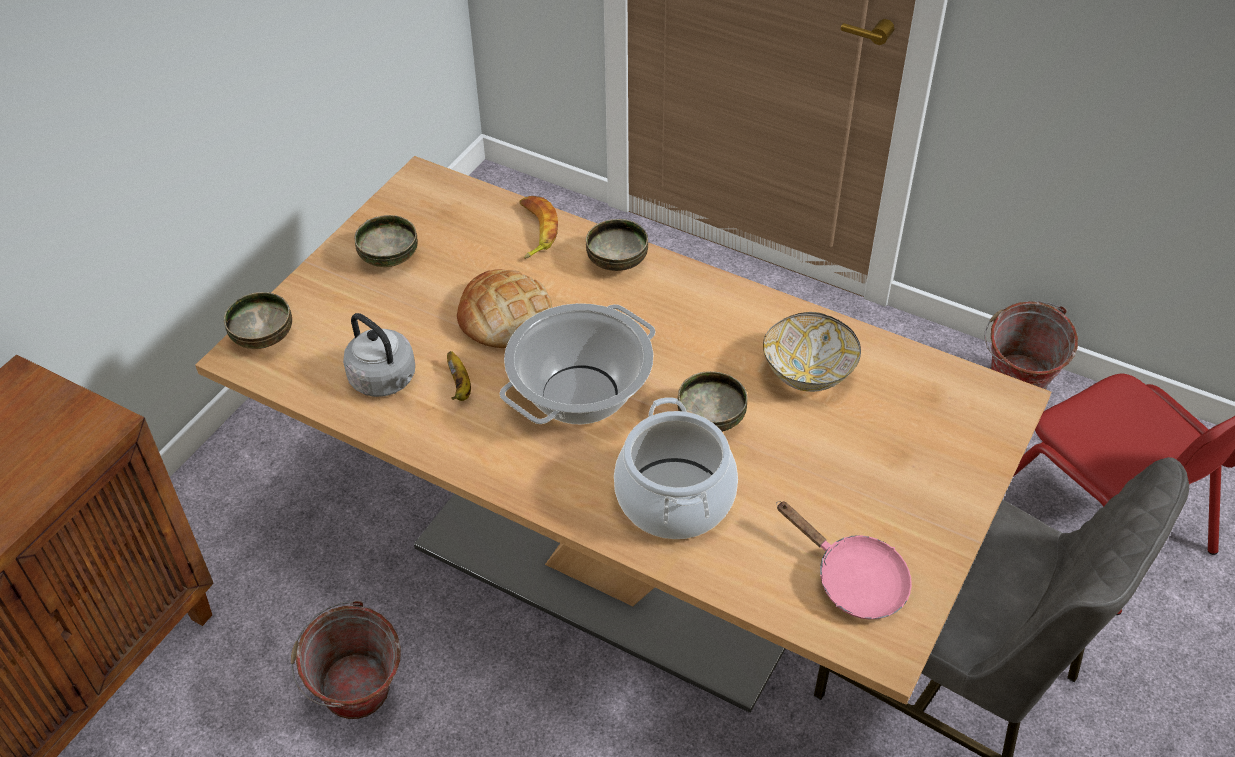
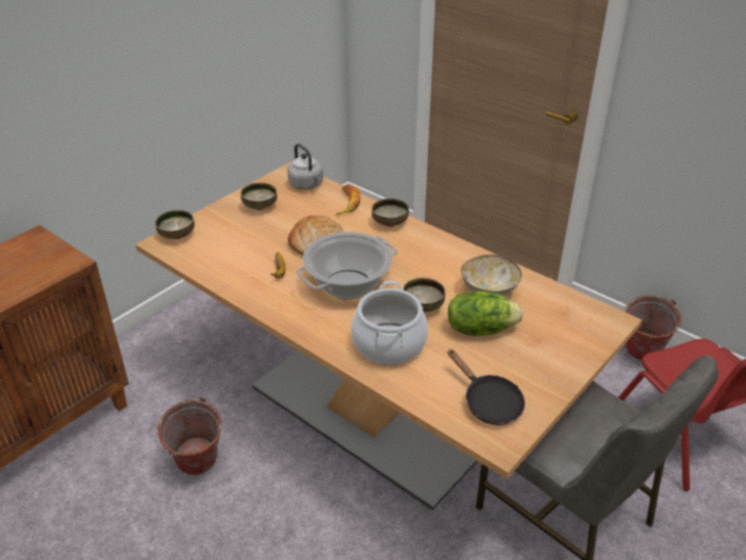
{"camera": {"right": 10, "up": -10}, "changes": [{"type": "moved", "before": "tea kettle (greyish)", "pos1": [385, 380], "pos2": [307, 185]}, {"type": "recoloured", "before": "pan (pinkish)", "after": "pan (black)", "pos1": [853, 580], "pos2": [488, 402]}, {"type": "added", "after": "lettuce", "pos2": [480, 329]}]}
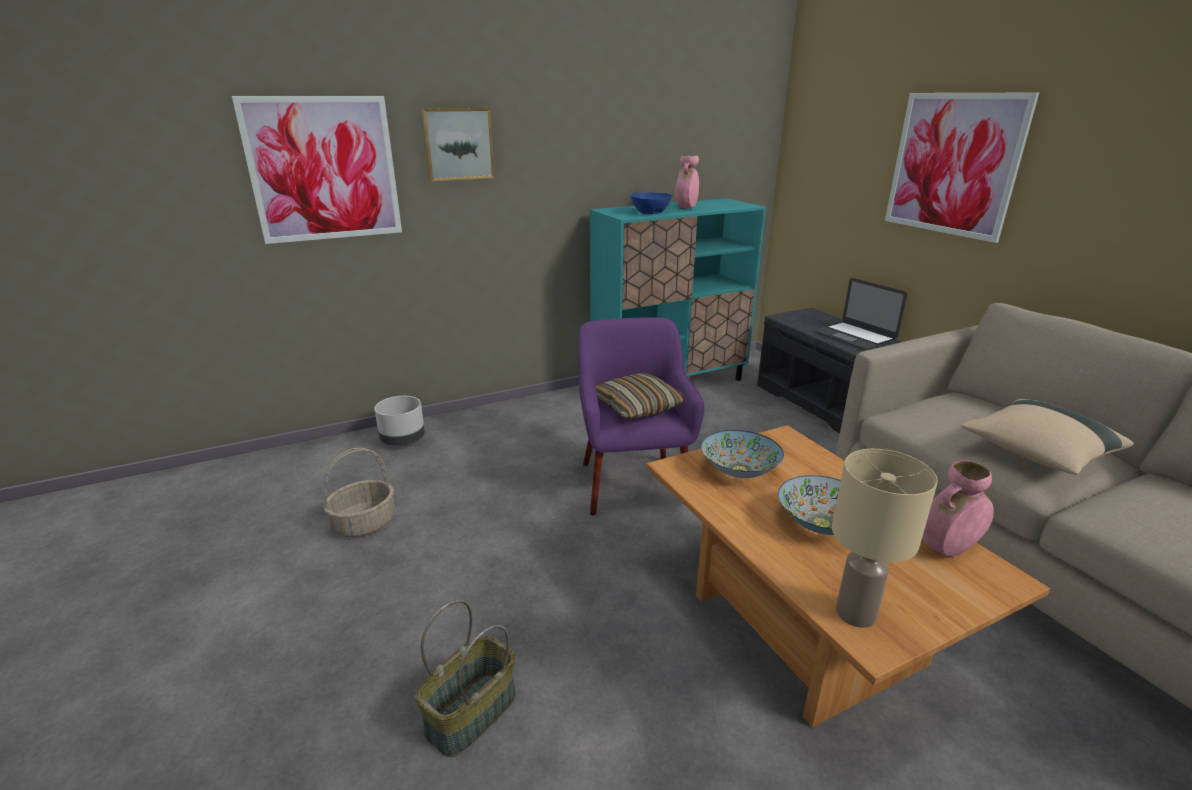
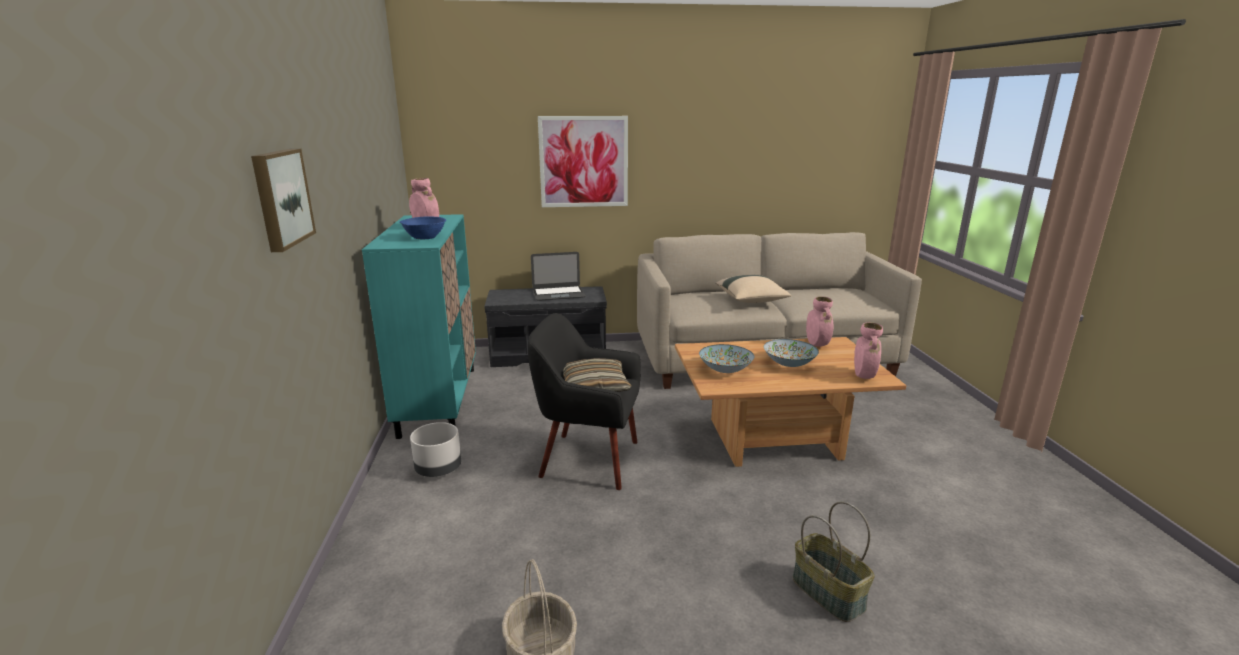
{"camera": {"right": -70, "up": -5}, "changes": [{"type": "removed", "before": "wall art", "pos1": [324, 169]}, {"type": "moved", "before": "flower pot (greyish)", "pos1": [403, 440], "pos2": [438, 469]}, {"type": "recoloured", "before": "lounge chair (purple-coloured)", "after": "lounge chair (black)", "pos1": [632, 483], "pos2": [588, 459]}, {"type": "replaced", "before": "table lamp (beige-coloured)", "after": "flower vase (pinkish)", "pos1": [856, 612], "pos2": [863, 376]}]}
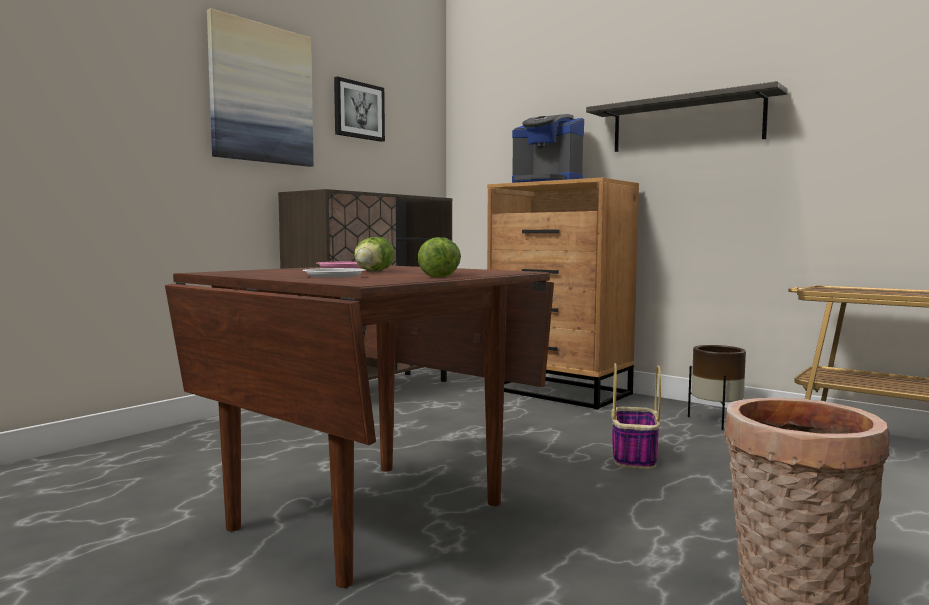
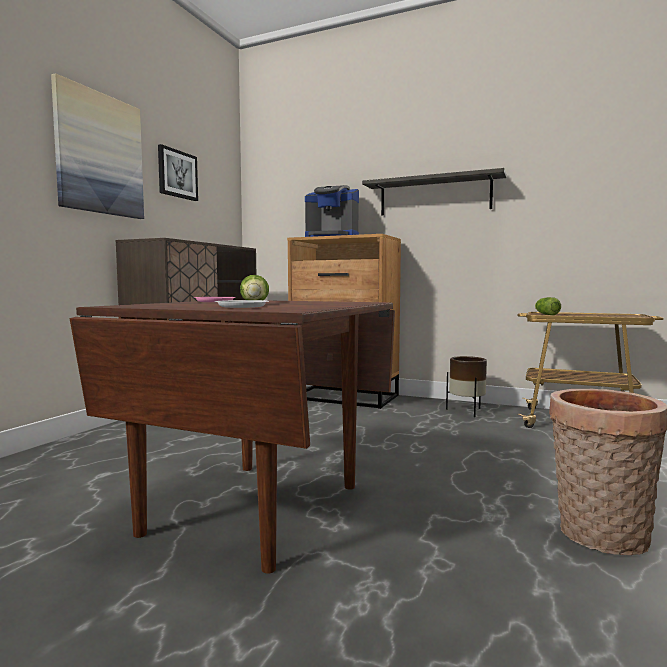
{"camera": {"right": -15, "up": 0}, "changes": [{"type": "moved", "before": "lettuce", "pos1": [442, 276], "pos2": [546, 314]}, {"type": "removed", "before": "household basket", "pos1": [633, 456]}]}
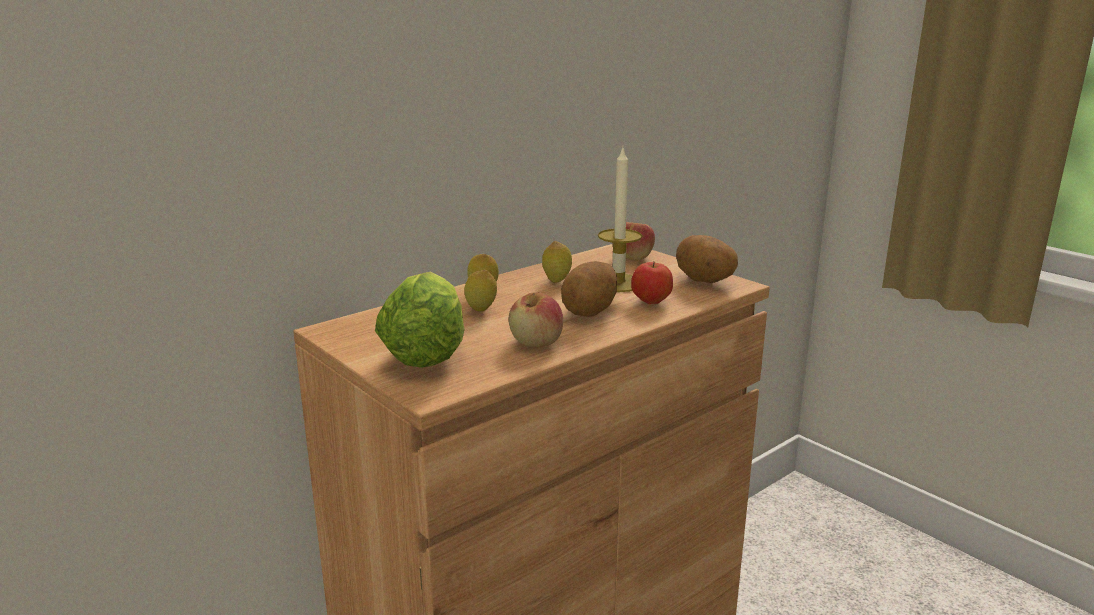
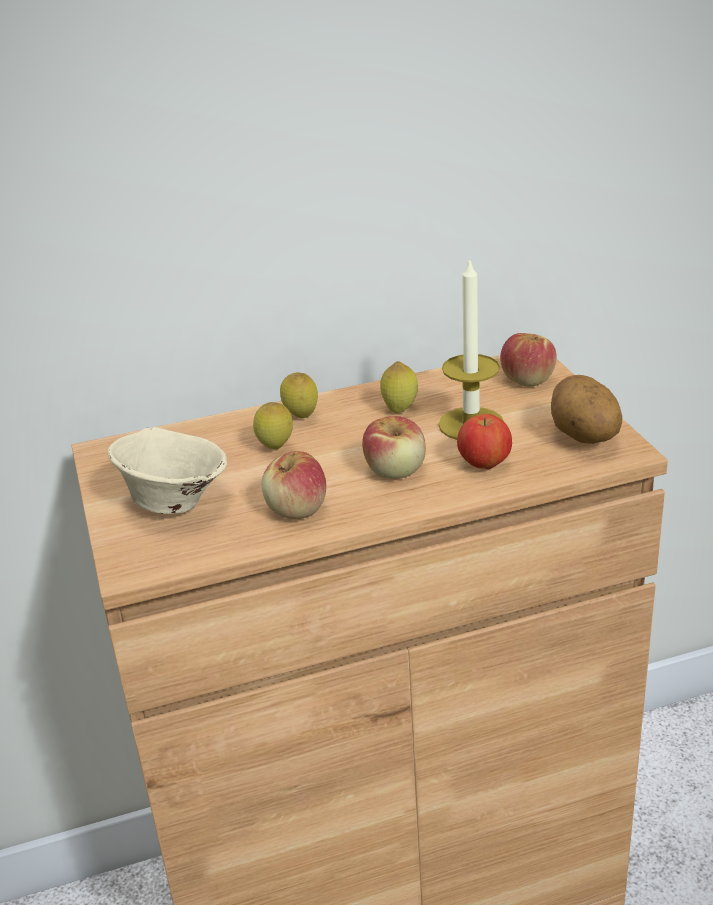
{"camera": {"right": 25, "up": 10}, "changes": [{"type": "replaced", "before": "lettuce", "after": "bowl (beige-coloured)", "pos1": [427, 351], "pos2": [174, 502]}, {"type": "replaced", "before": "whole potato", "after": "whole apple", "pos1": [590, 312], "pos2": [396, 470]}]}
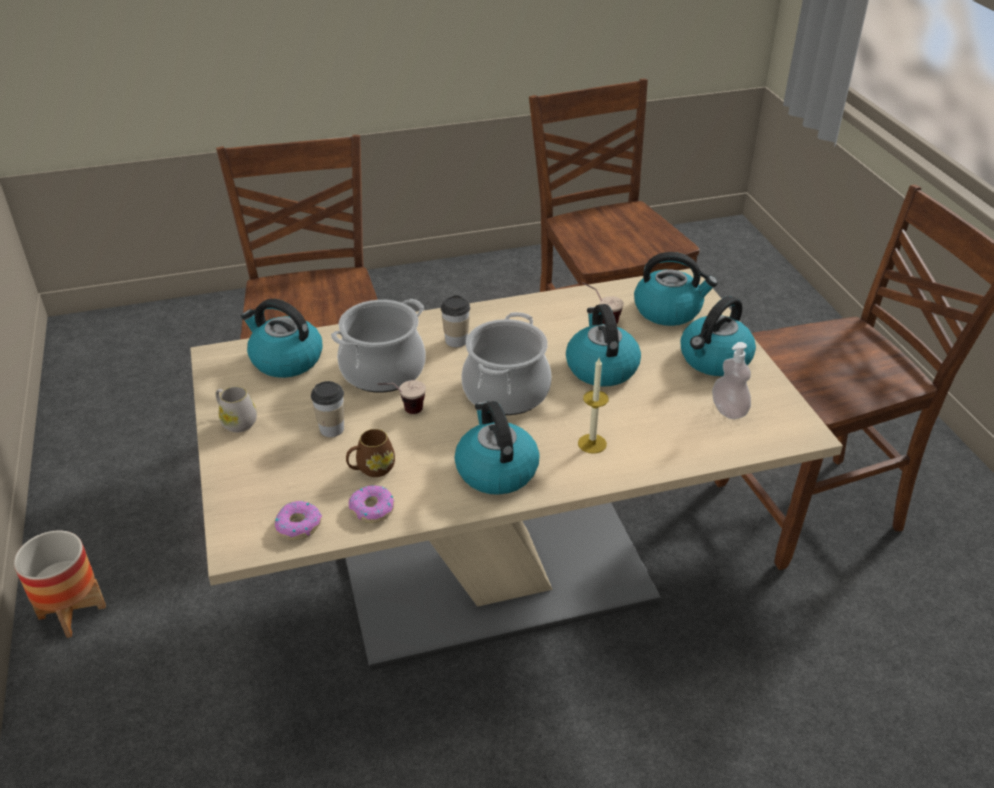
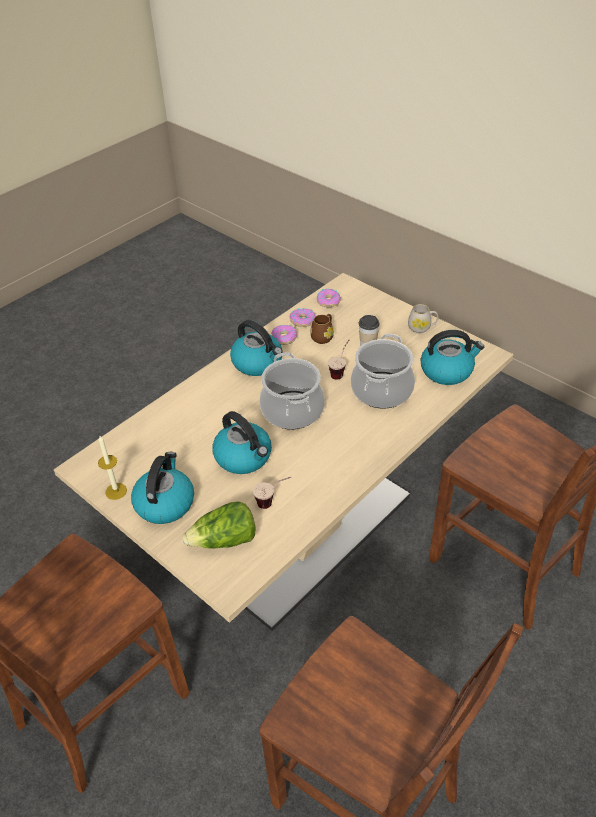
{"camera": {"right": 150, "up": 5}, "changes": [{"type": "removed", "before": "flower pot", "pos1": [72, 612]}, {"type": "removed", "before": "cup", "pos1": [456, 341]}, {"type": "moved", "before": "candle", "pos1": [592, 443], "pos2": [116, 491]}, {"type": "replaced", "before": "tea kettle", "after": "lettuce", "pos1": [668, 310], "pos2": [224, 540]}, {"type": "removed", "before": "liquid soap bottle", "pos1": [728, 410]}, {"type": "added", "after": "donut", "pos2": [284, 338]}]}
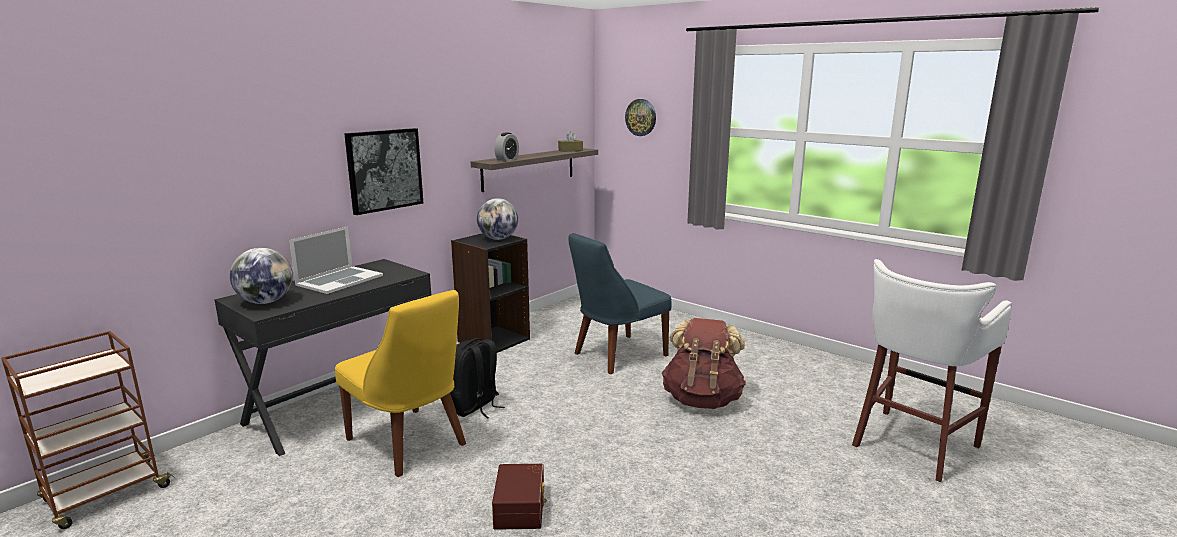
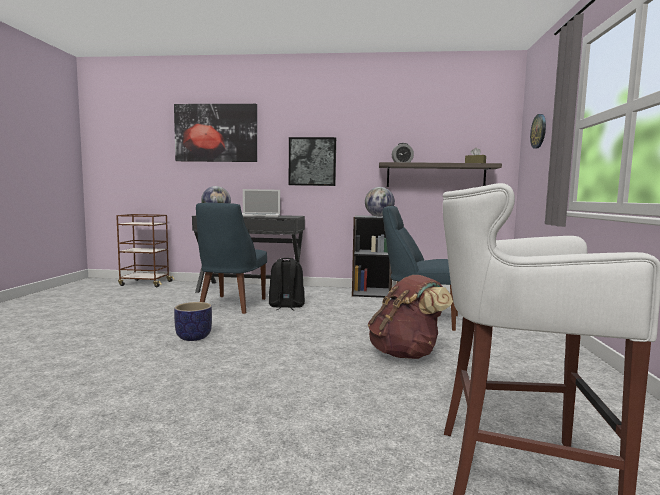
{"camera": {"right": 55, "up": -10}, "changes": [{"type": "recoloured", "before": "chair (yellow)", "after": "chair (bluish)", "pos1": [409, 443], "pos2": [231, 305]}, {"type": "replaced", "before": "storage bin (brown-coloured)", "after": "flower pot", "pos1": [521, 507], "pos2": [194, 337]}, {"type": "added", "after": "wall art", "pos2": [216, 133]}]}
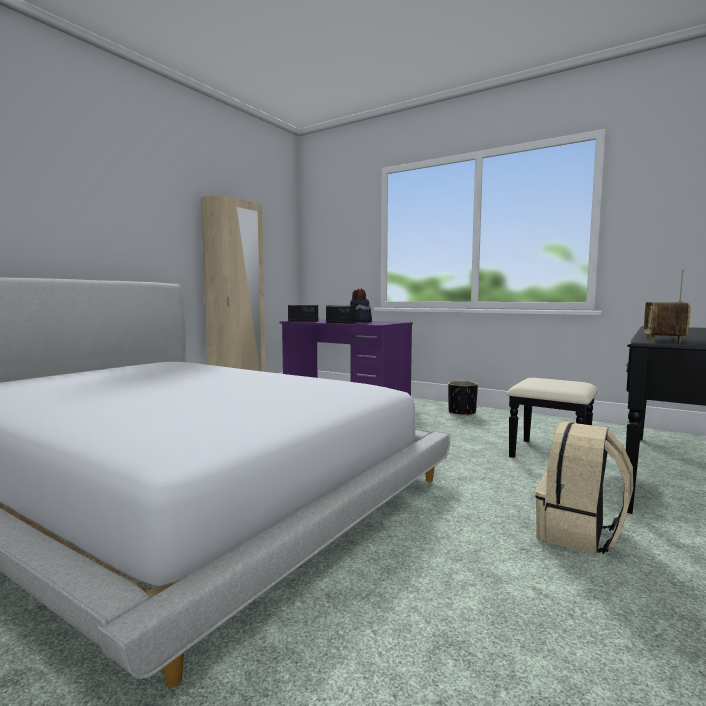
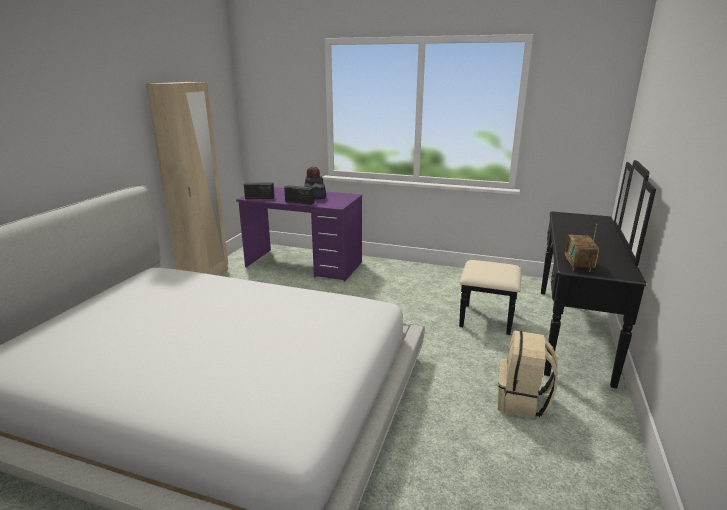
{"camera": {"right": -15, "up": 15}, "changes": [{"type": "removed", "before": "flower pot (black)", "pos1": [462, 412]}]}
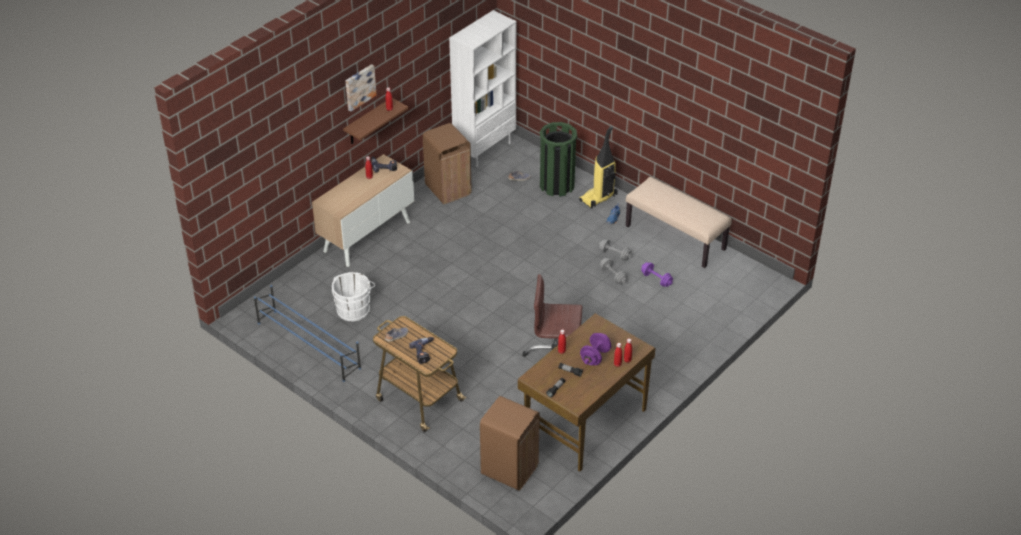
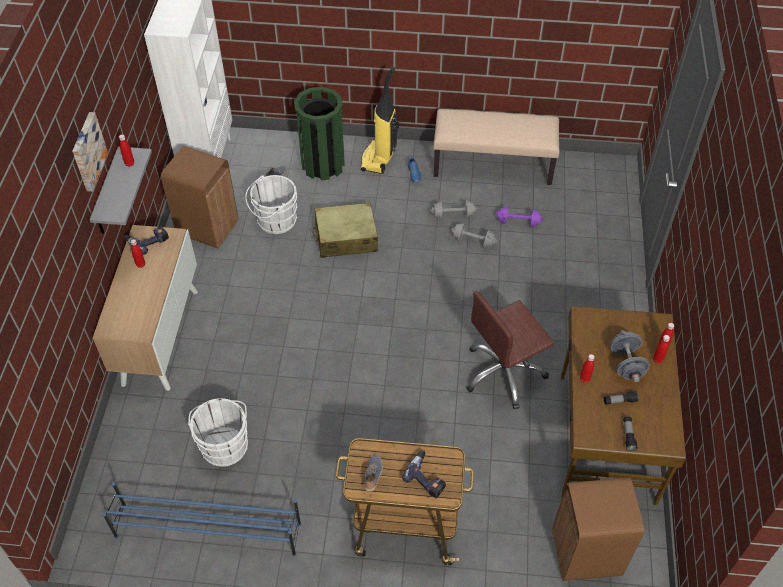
{"camera": {"right": -35, "up": 10}, "changes": [{"type": "recoloured", "before": "wall shelf (brown-coloured)", "after": "wall shelf (greyish)", "pos1": [368, 122], "pos2": [108, 194]}, {"type": "recoloured", "before": "dumbbell (purple-coloured)", "after": "dumbbell (greyish)", "pos1": [595, 357], "pos2": [626, 364]}, {"type": "added", "after": "bucket (whitish)", "pos2": [274, 221]}, {"type": "added", "after": "piece of luggage (beige-coloured)", "pos2": [346, 238]}]}
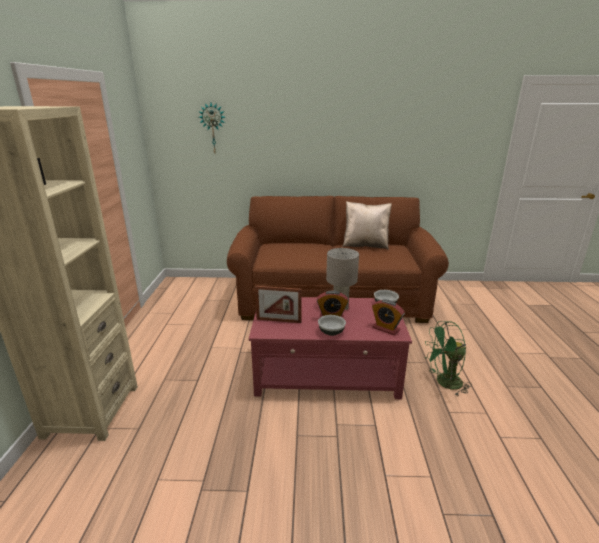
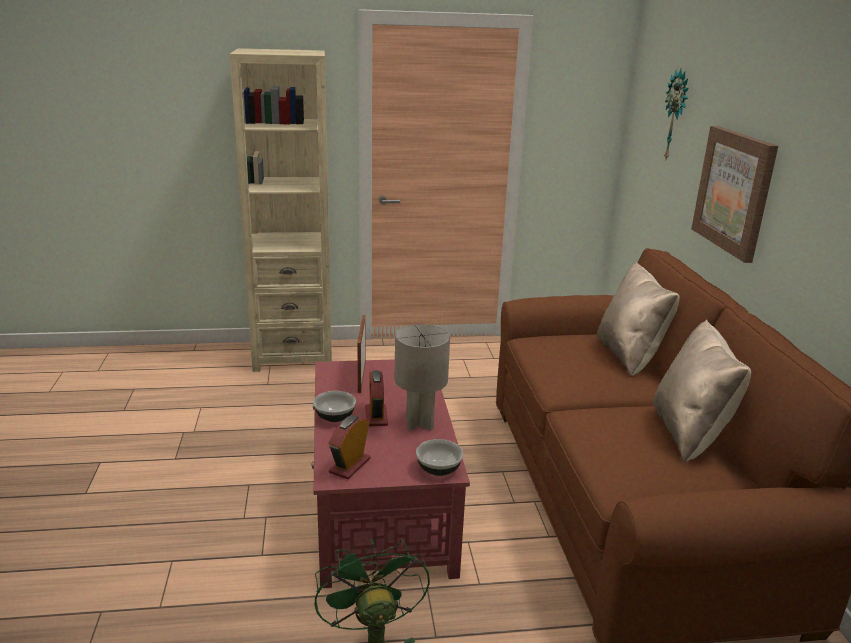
{"camera": {"right": 80, "up": 0}, "changes": [{"type": "added", "after": "cushion (beige-coloured)", "pos2": [630, 356]}, {"type": "added", "after": "wall art", "pos2": [734, 191]}]}
